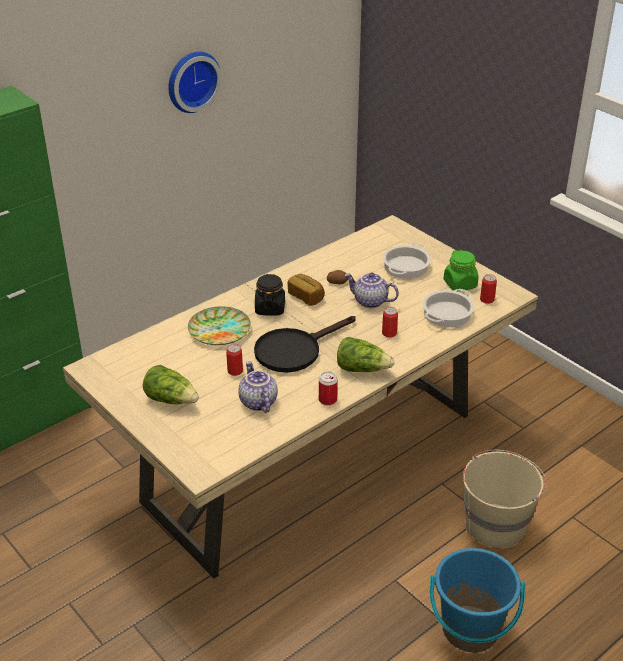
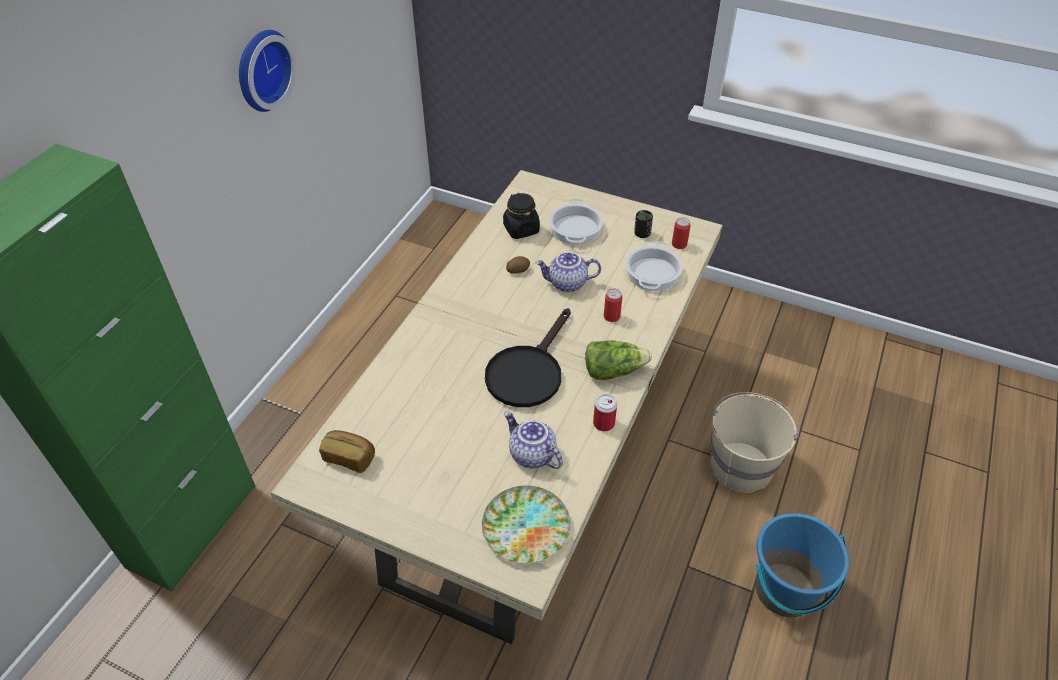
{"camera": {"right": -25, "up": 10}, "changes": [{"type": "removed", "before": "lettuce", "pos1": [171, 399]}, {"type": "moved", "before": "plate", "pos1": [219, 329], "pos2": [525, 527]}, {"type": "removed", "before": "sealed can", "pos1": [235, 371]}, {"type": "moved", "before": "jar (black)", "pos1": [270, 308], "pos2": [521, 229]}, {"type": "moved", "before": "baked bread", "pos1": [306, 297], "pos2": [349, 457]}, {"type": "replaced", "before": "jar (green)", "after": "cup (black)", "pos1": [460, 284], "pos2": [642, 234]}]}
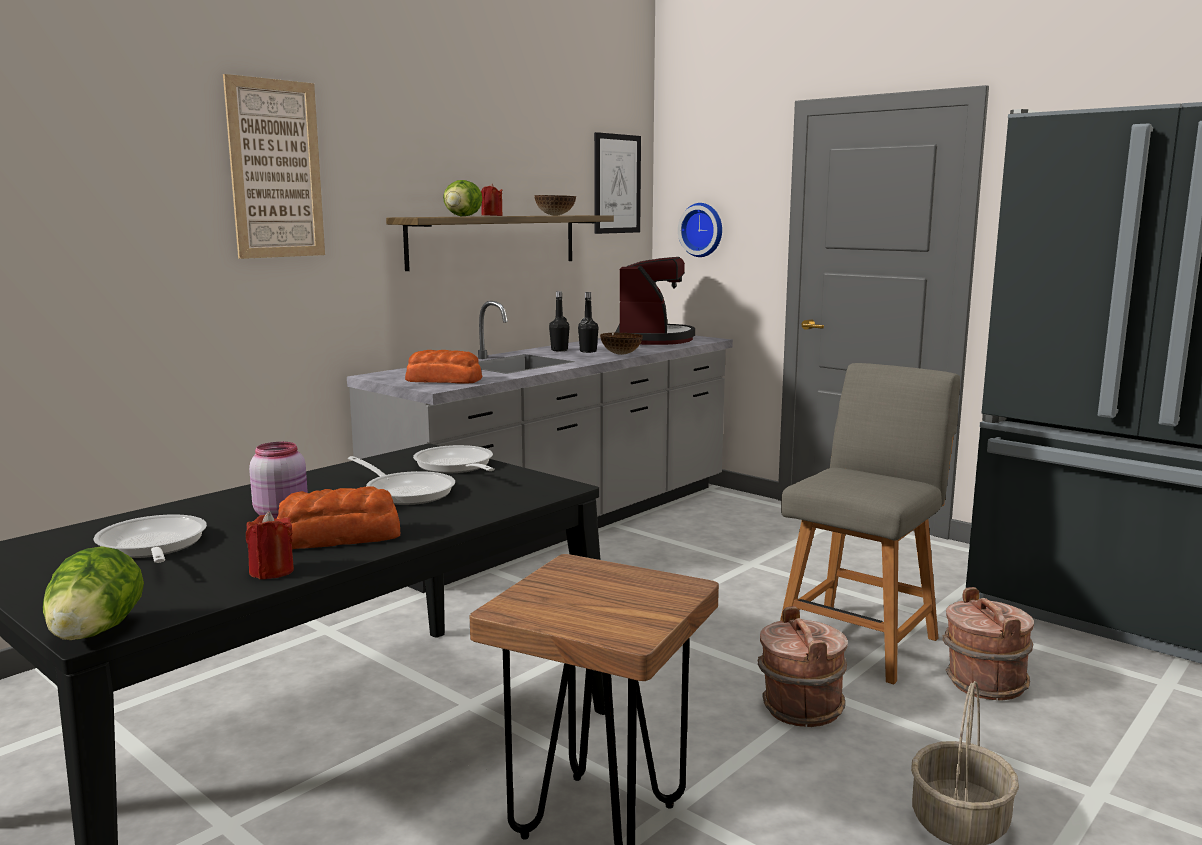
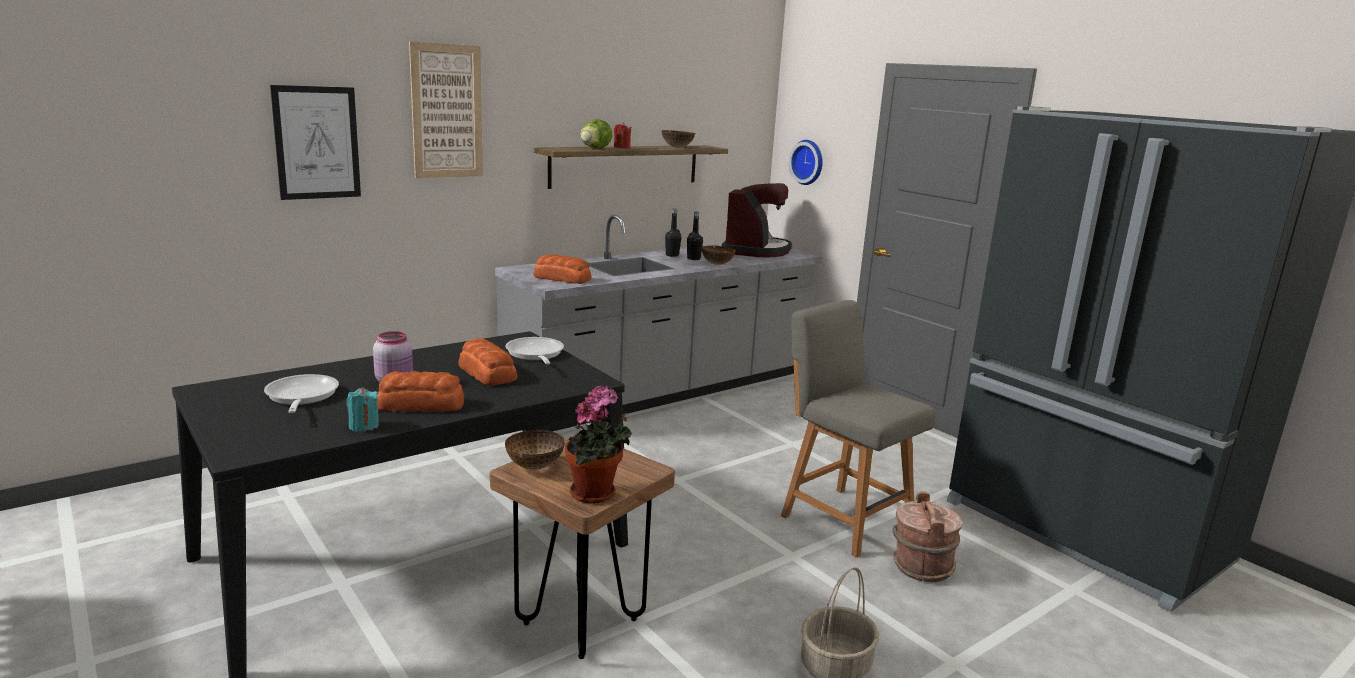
{"camera": {"right": 10, "up": 5}, "changes": [{"type": "removed", "before": "lettuce", "pos1": [94, 634]}, {"type": "recoloured", "before": "candle (red-coloured)", "after": "candle (turquoise)", "pos1": [271, 571], "pos2": [364, 426]}, {"type": "replaced", "before": "pan", "after": "baked bread", "pos1": [406, 492], "pos2": [487, 372]}, {"type": "moved", "before": "wall art", "pos1": [617, 184], "pos2": [317, 143]}, {"type": "removed", "before": "bucket (brown-coloured)", "pos1": [800, 708]}, {"type": "turned", "before": "chair (greyish)", "pos1": [860, 640], "pos2": [843, 519], "turn": -90}, {"type": "added", "after": "bowl", "pos2": [534, 466]}, {"type": "added", "after": "potted plant", "pos2": [596, 495]}]}
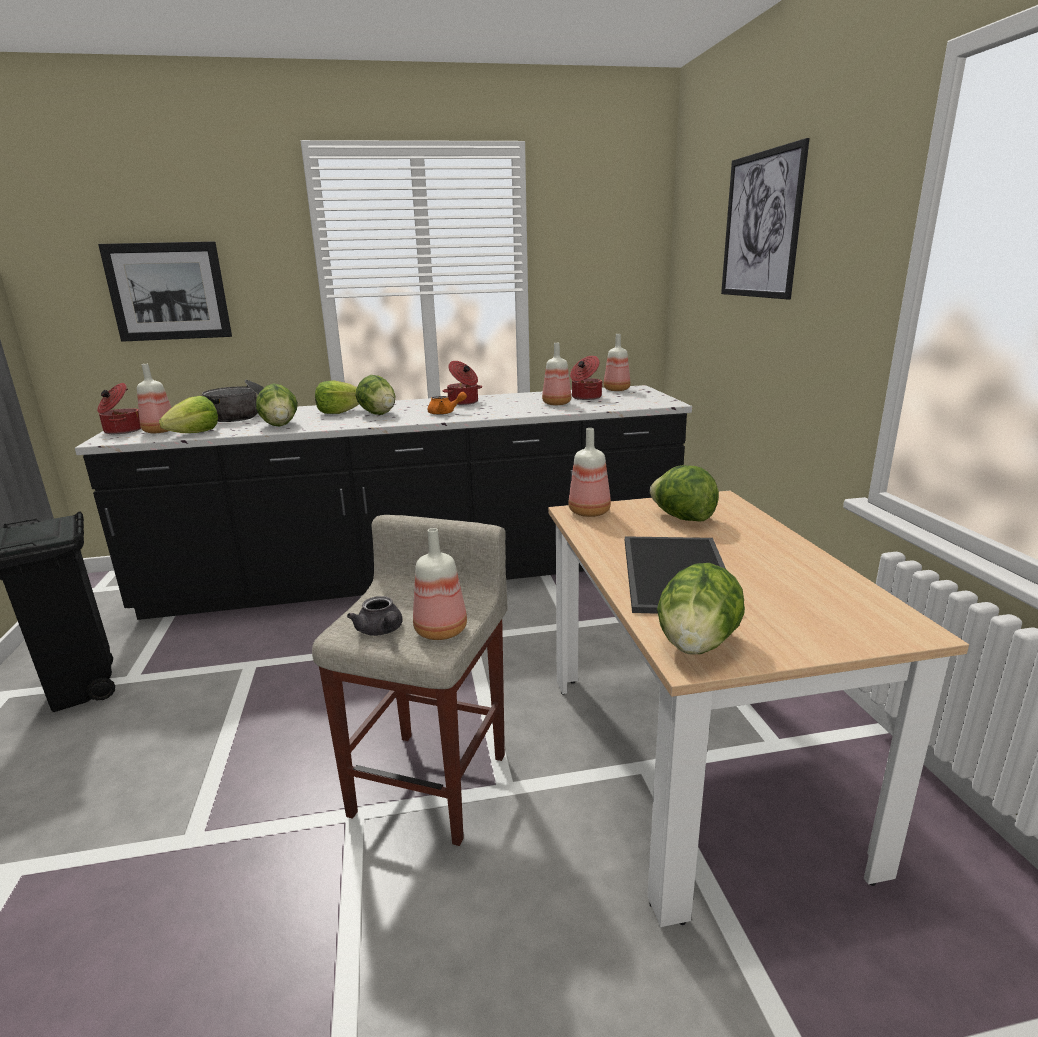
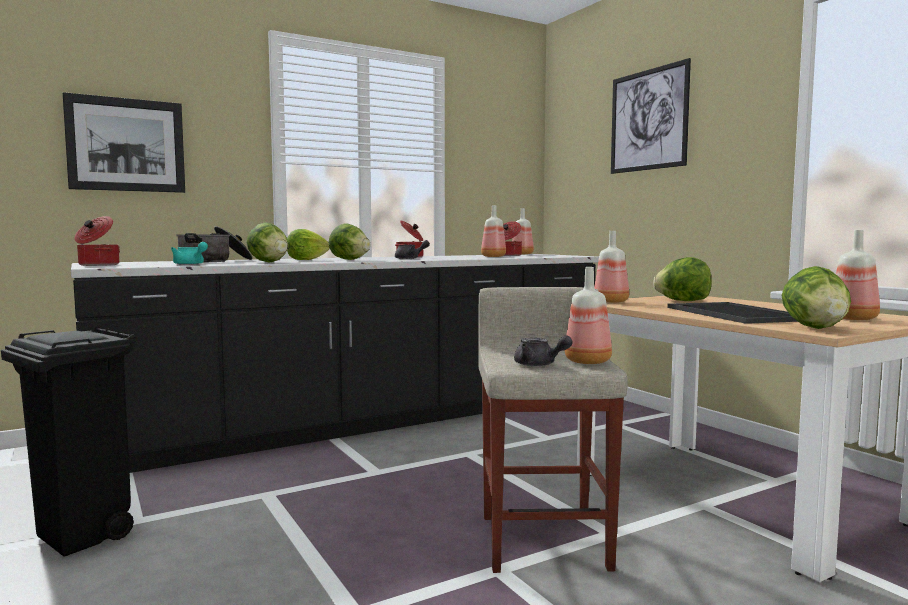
{"camera": {"right": -20, "up": -15}, "changes": [{"type": "moved", "before": "beverage bottle", "pos1": [161, 431], "pos2": [854, 318]}, {"type": "replaced", "before": "lettuce", "after": "tea pot (turquoise)", "pos1": [195, 433], "pos2": [190, 264]}, {"type": "recoloured", "before": "tea pot (orange)", "after": "tea pot (greyish)", "pos1": [445, 413], "pos2": [410, 259]}]}
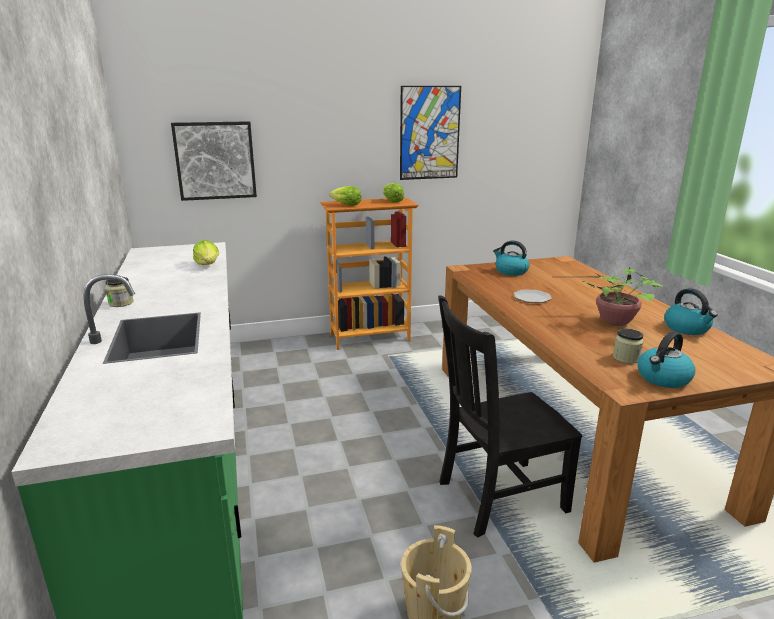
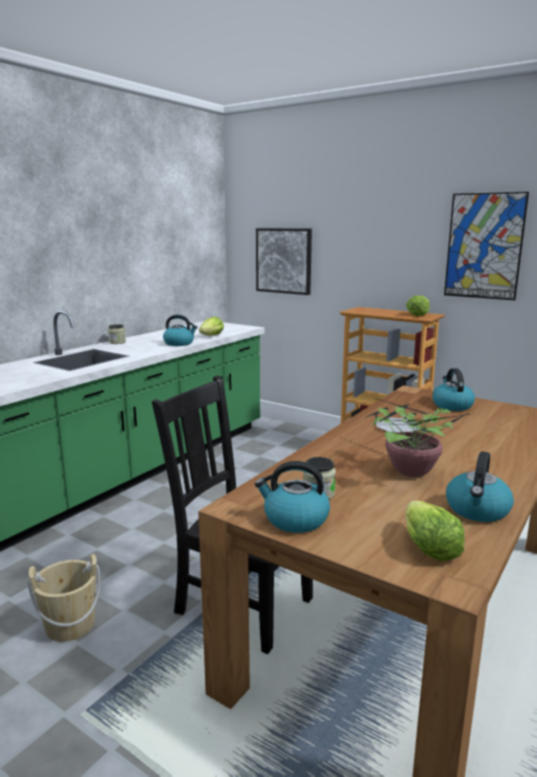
{"camera": {"right": 50, "up": -5}, "changes": [{"type": "moved", "before": "lettuce", "pos1": [346, 205], "pos2": [428, 547]}, {"type": "added", "after": "tea kettle", "pos2": [179, 343]}]}
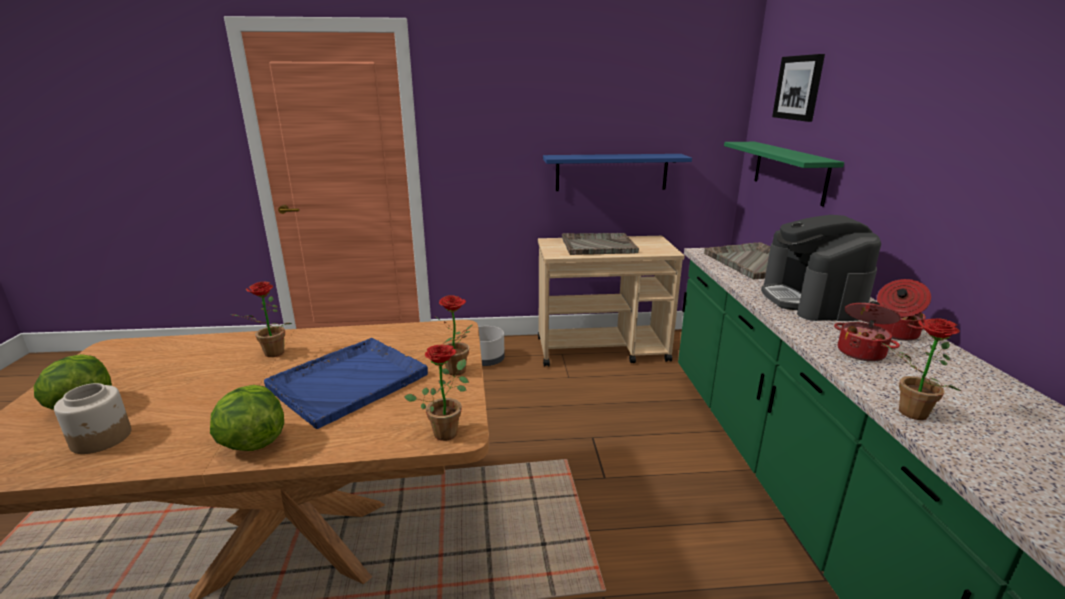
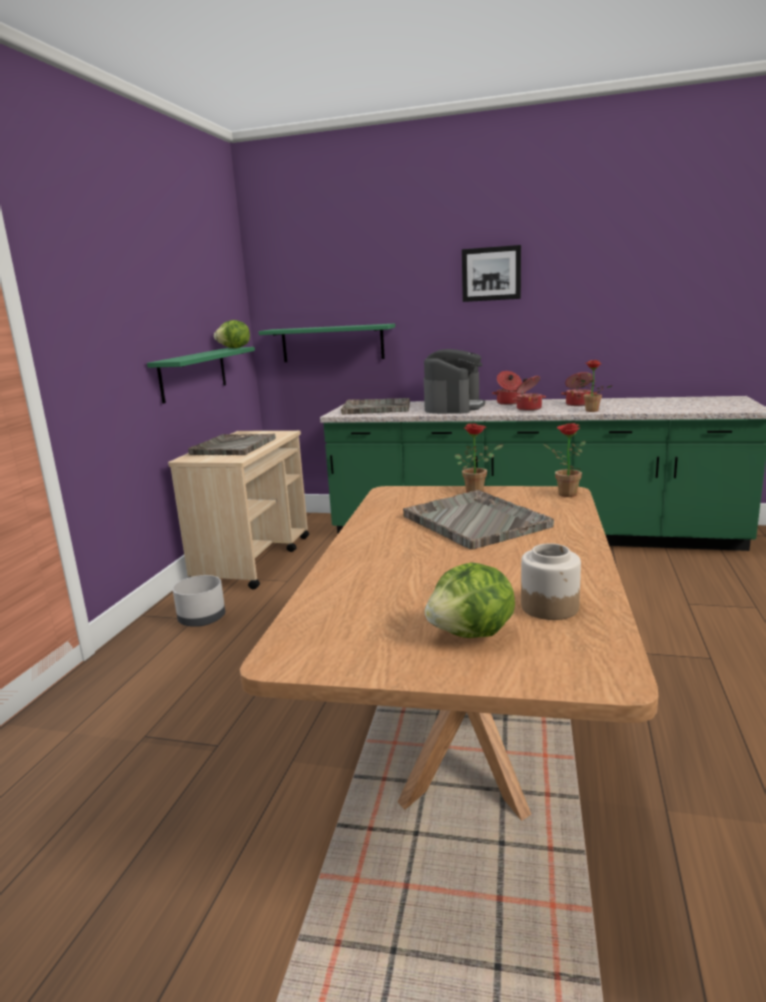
{"camera": {"right": -70, "up": -5}, "changes": [{"type": "moved", "before": "lettuce", "pos1": [252, 442], "pos2": [235, 348]}, {"type": "removed", "before": "potted plant", "pos1": [270, 354]}, {"type": "recoloured", "before": "tray (bluish)", "after": "tray (greyish)", "pos1": [350, 381], "pos2": [474, 521]}, {"type": "recoloured", "before": "wall shelf (bluish)", "after": "wall shelf (green)", "pos1": [611, 172], "pos2": [193, 374]}, {"type": "turned", "before": "coffee brewer", "pos1": [811, 300], "pos2": [454, 407], "turn": -90}, {"type": "moved", "before": "wall art", "pos1": [798, 88], "pos2": [491, 274]}, {"type": "added", "after": "saucepot", "pos2": [578, 404]}]}
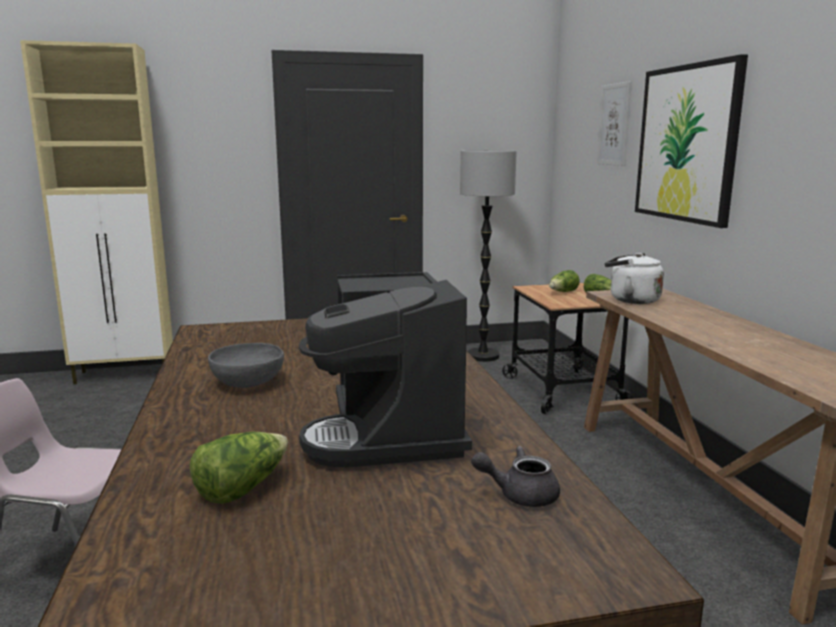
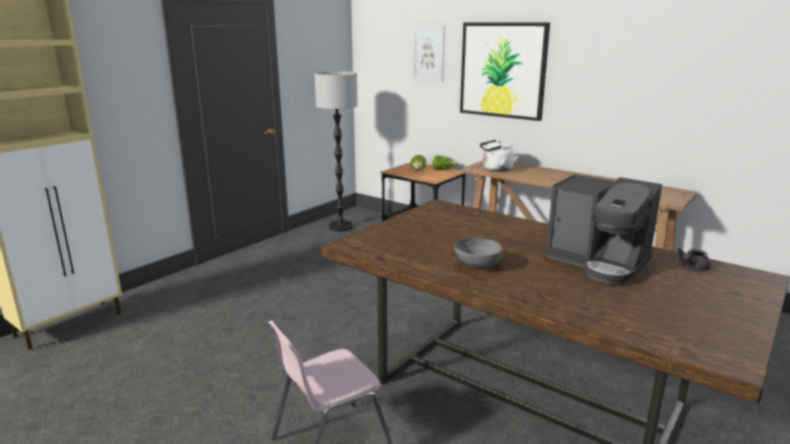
{"camera": {"right": -40, "up": 5}, "changes": [{"type": "removed", "before": "lettuce", "pos1": [242, 488]}]}
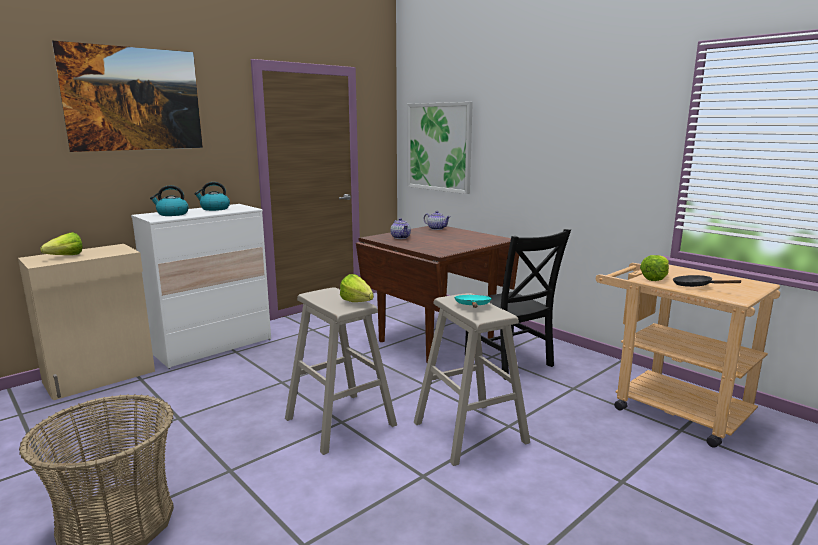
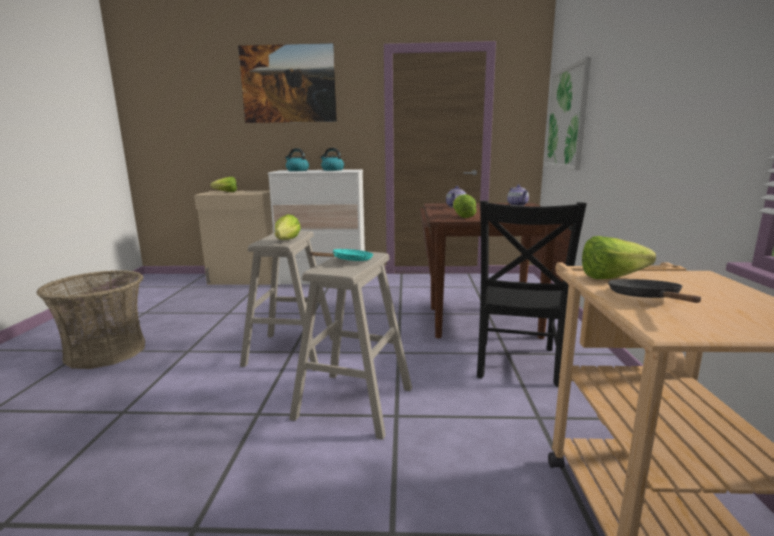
{"camera": {"right": 45, "up": 0}, "changes": [{"type": "added", "after": "lettuce", "pos2": [462, 216]}]}
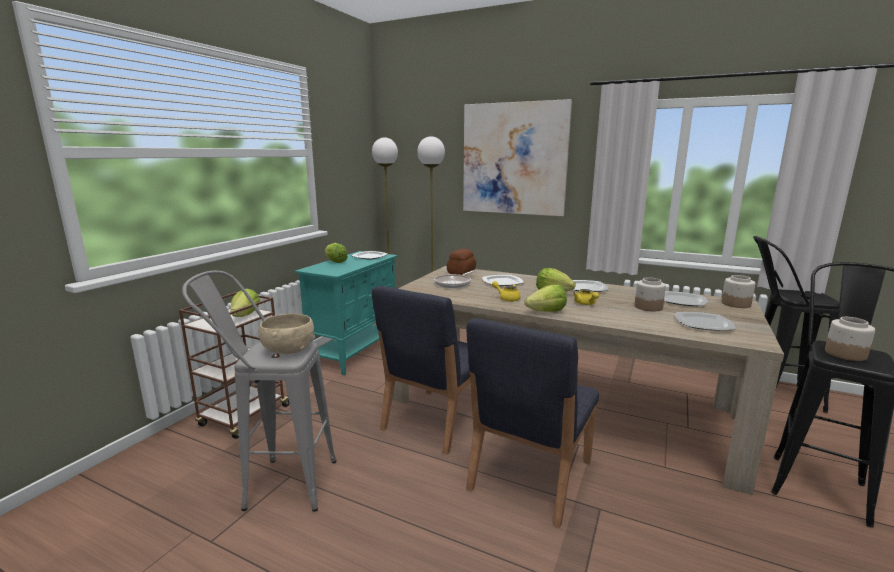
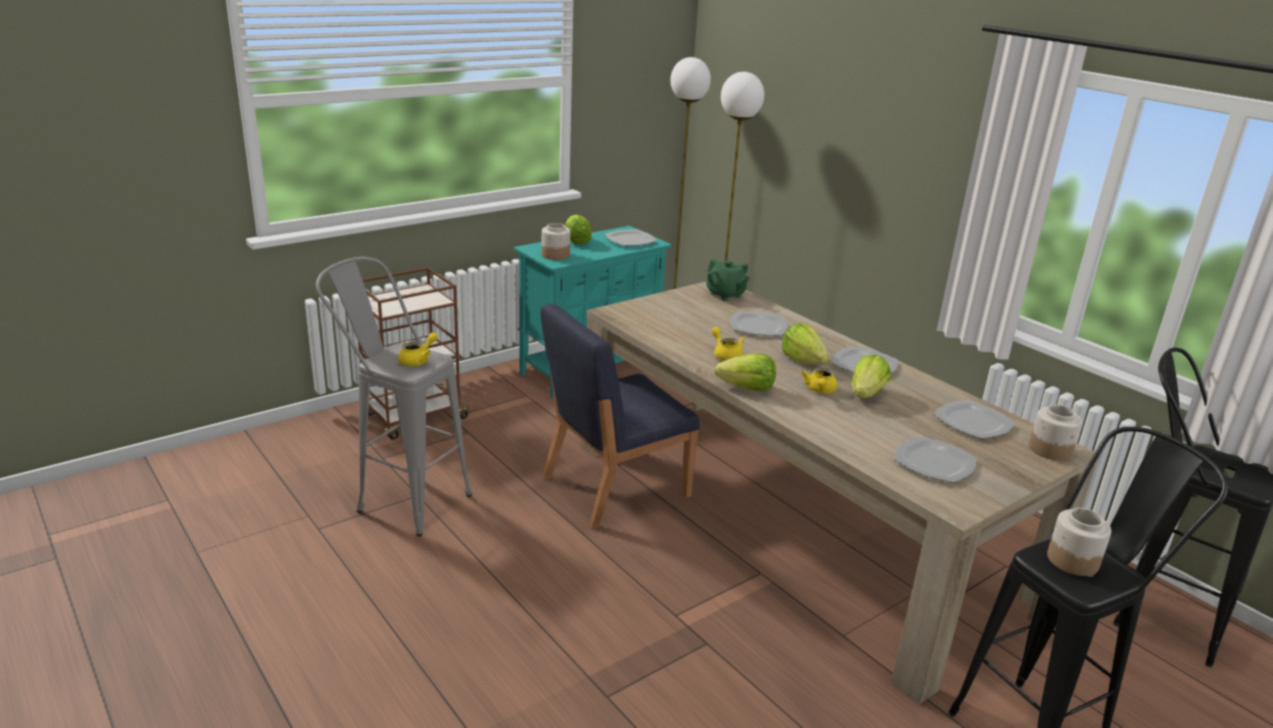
{"camera": {"right": 25, "up": 10}, "changes": [{"type": "moved", "before": "lettuce", "pos1": [245, 316], "pos2": [866, 394]}, {"type": "replaced", "before": "bowl (beige-coloured)", "after": "tea pot (yellow)", "pos1": [288, 350], "pos2": [418, 360]}, {"type": "removed", "before": "pan", "pos1": [454, 283]}, {"type": "replaced", "before": "baked bread", "after": "tea pot (green)", "pos1": [460, 272], "pos2": [725, 294]}, {"type": "removed", "before": "wall art", "pos1": [514, 159]}, {"type": "removed", "before": "chair (bluish)", "pos1": [529, 476]}, {"type": "moved", "before": "jar", "pos1": [648, 307], "pos2": [555, 255]}]}
